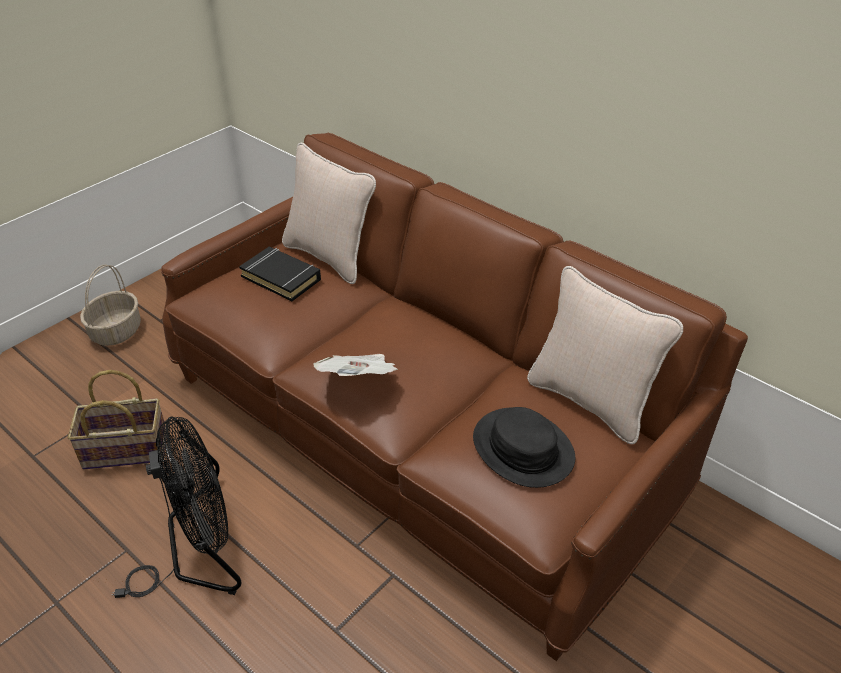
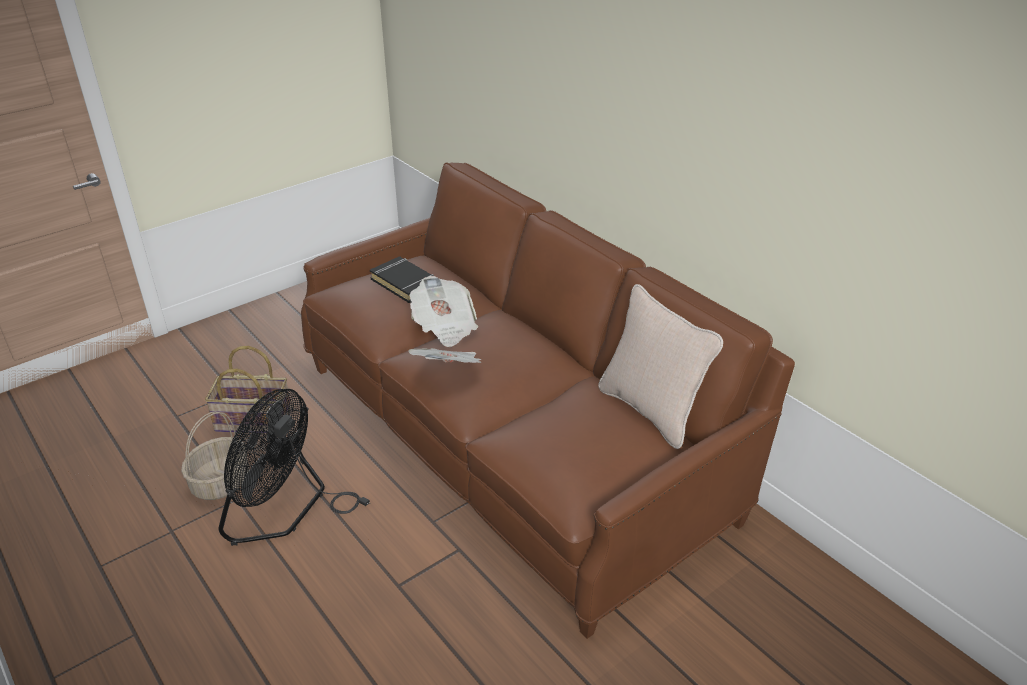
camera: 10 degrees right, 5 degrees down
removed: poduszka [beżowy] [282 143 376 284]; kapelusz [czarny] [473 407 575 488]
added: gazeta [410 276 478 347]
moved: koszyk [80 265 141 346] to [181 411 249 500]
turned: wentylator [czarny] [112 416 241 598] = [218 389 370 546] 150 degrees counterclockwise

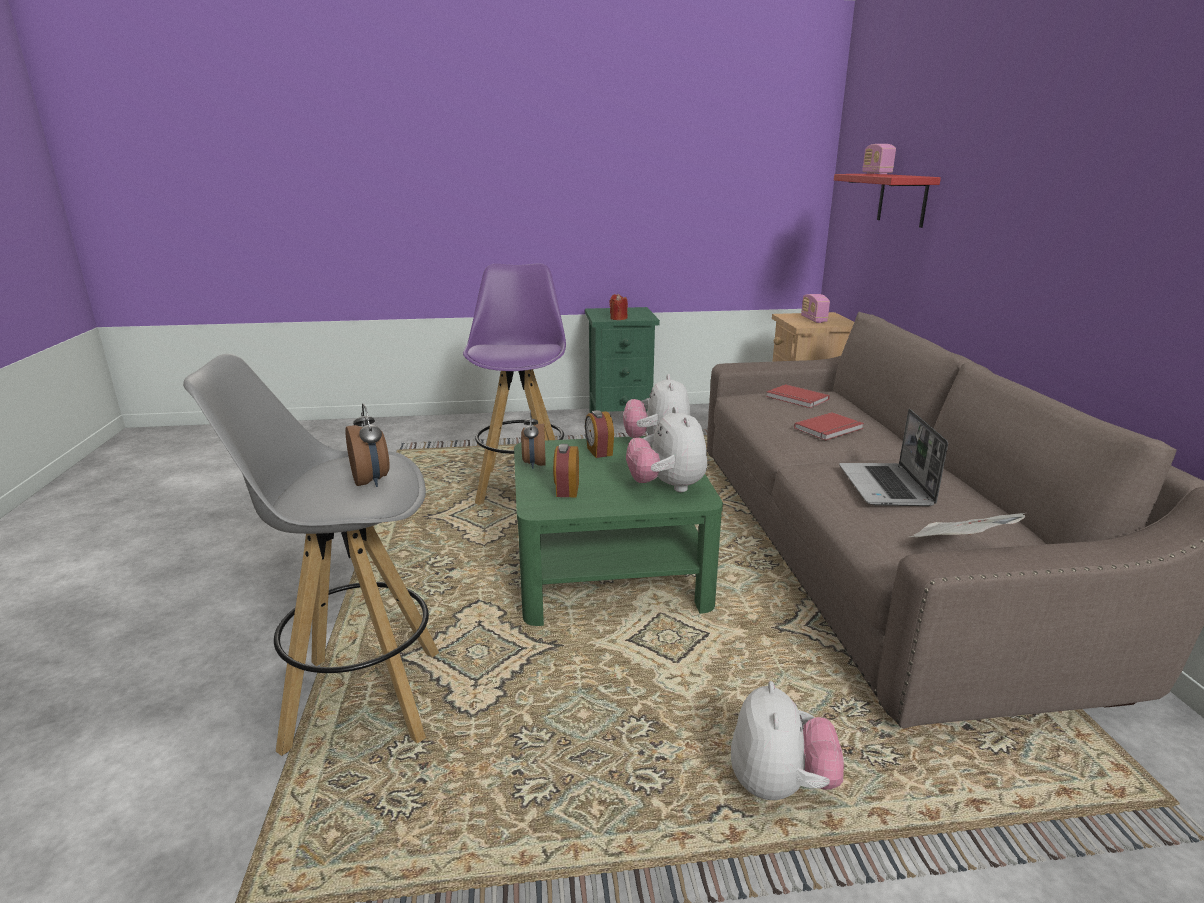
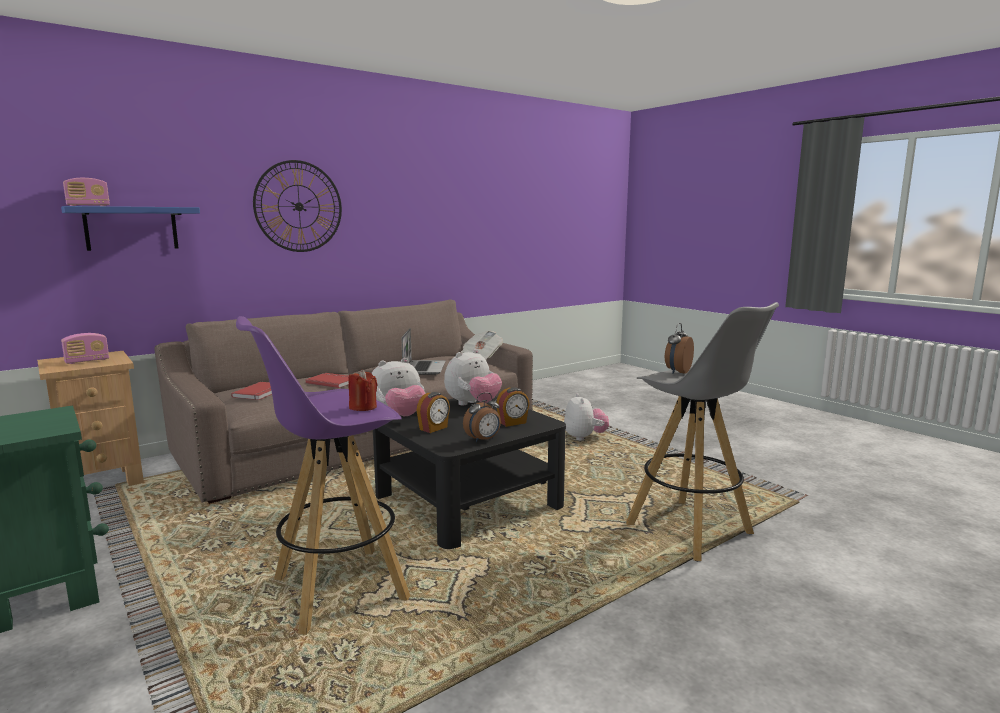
camera: 120 degrees left, 10 degrees down
added: zegar ścienny [253 160 342 252]
moved: świeca [czerwony] [609 294 628 320] to [348 369 378 411]
recoloured: ława [zielony] [514 436 723 626] to ława [czarny] [373 397 566 549]; półka [czerwony] [834 174 941 228] to półka [niebieski] [61 206 200 251]
turned: pluszak [731 681 844 800] = [564 393 609 440] 105 degrees clockwise; laptop [839 409 948 506] = [402 328 446 375] 60 degrees counterclockwise

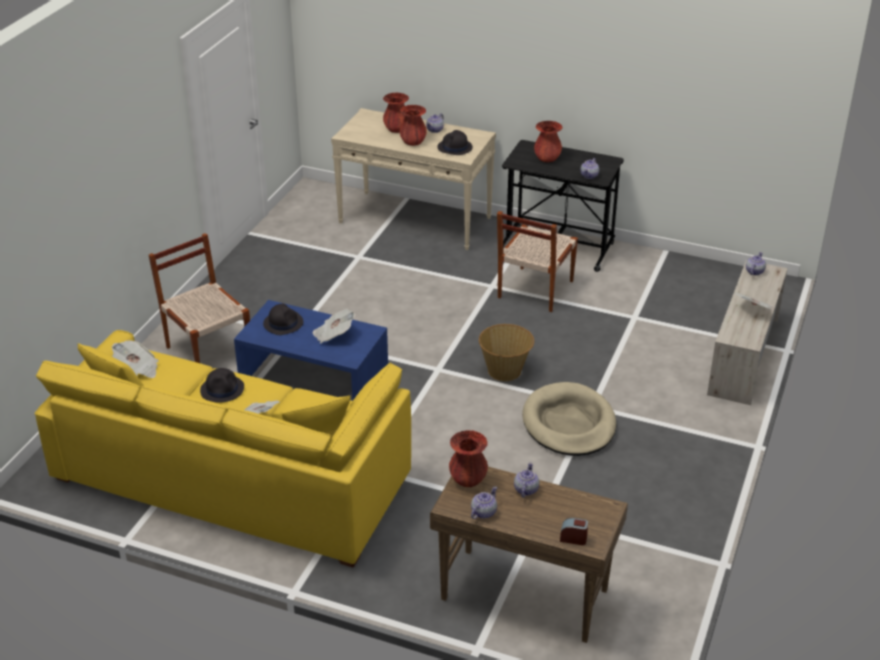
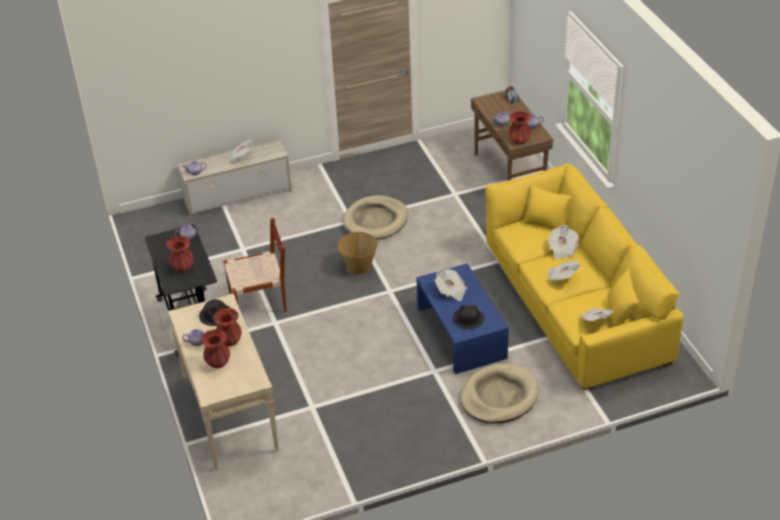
camera: 130 degrees left, 5 degrees up
replaced: krzesło [149 233 250 363] to legowisko [beżowy] [460 363 539 423]; kapelusz [czarny] [200 368 244 403] to gazeta [548 260 580 281]

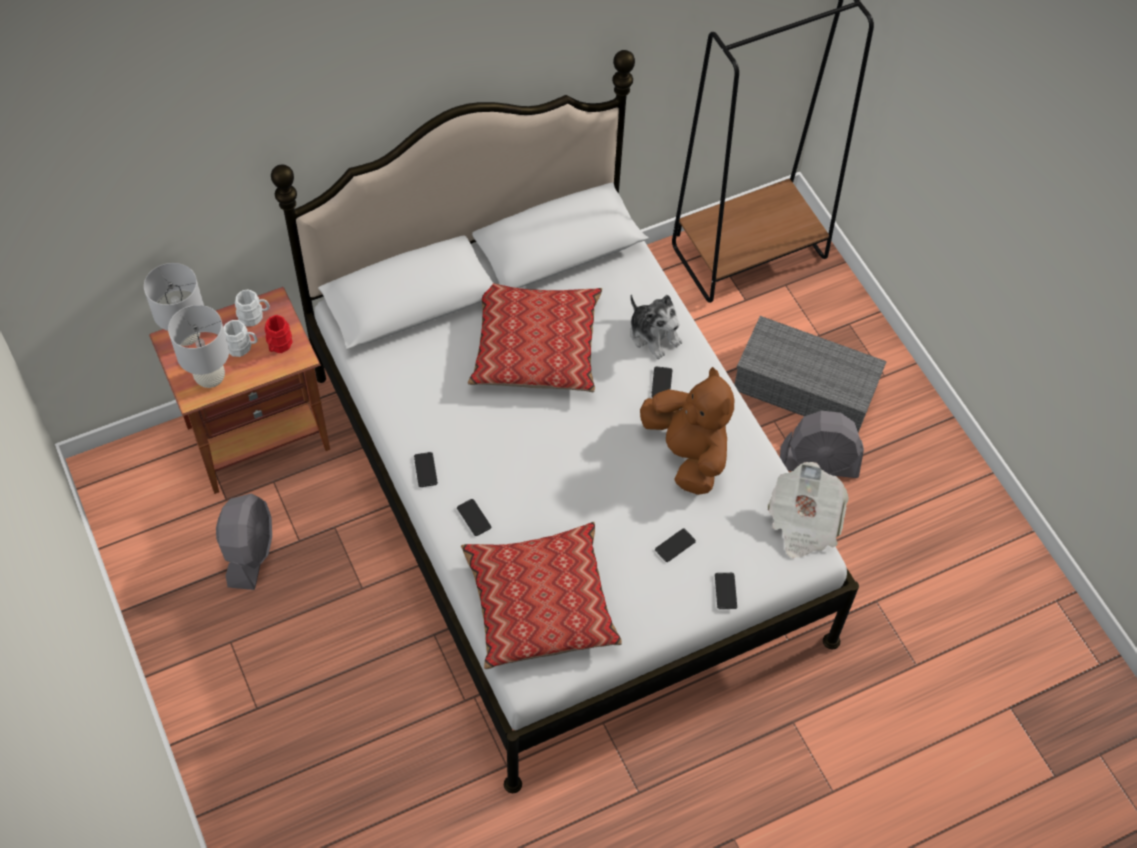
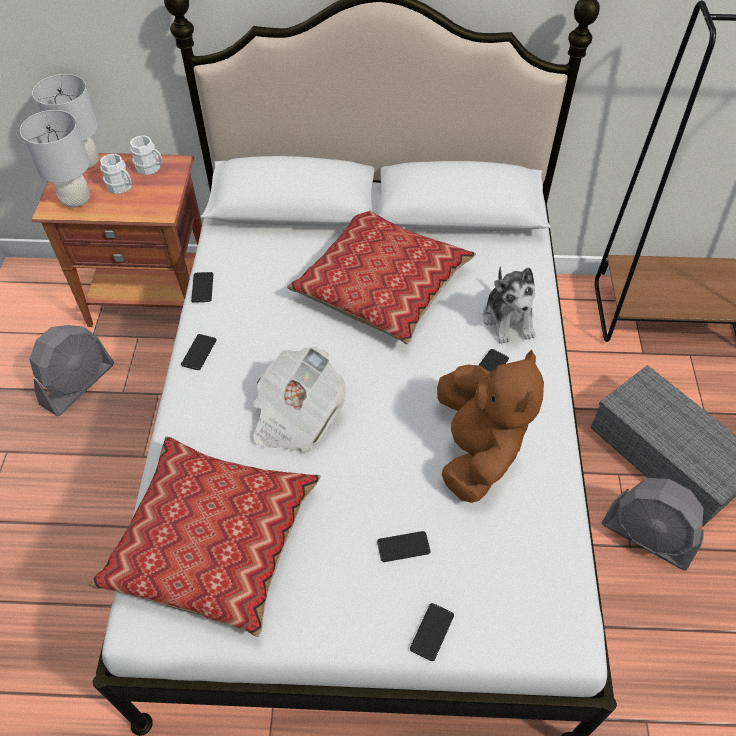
camera: 30 degrees right, 5 degrees down
removed: kubek [czerwony] [265 315 292 353]
moved: telefon [457 499 491 536] to [191 272 213 303]; gazeta [767 462 849 558] to [253 347 346 453]

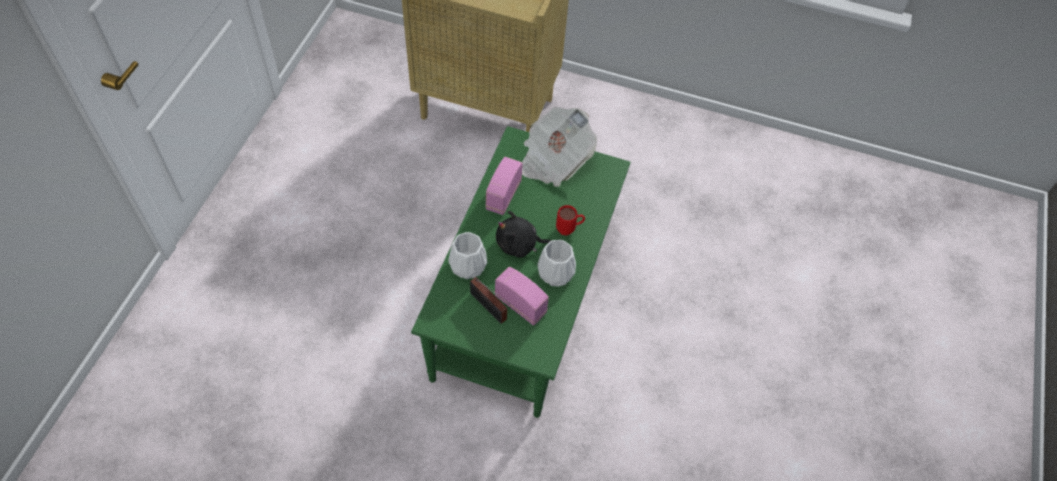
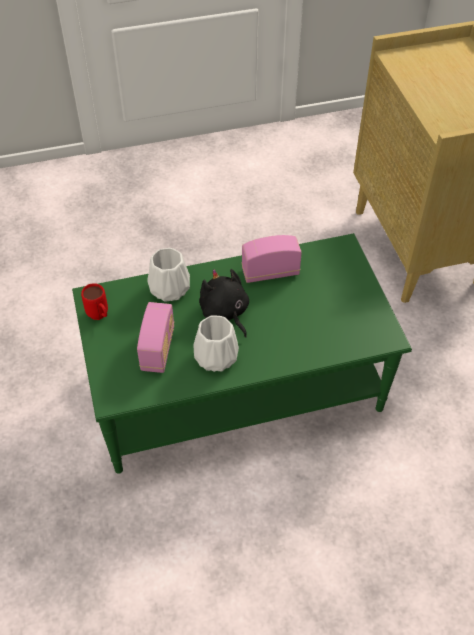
camera: 60 degrees right, 5 degrees down
removed: radio [470 277 510 324]; gazeta [522 107 597 187]
moved: kubek [czerwony] [556 205 585 236] to [81 283 108 320]

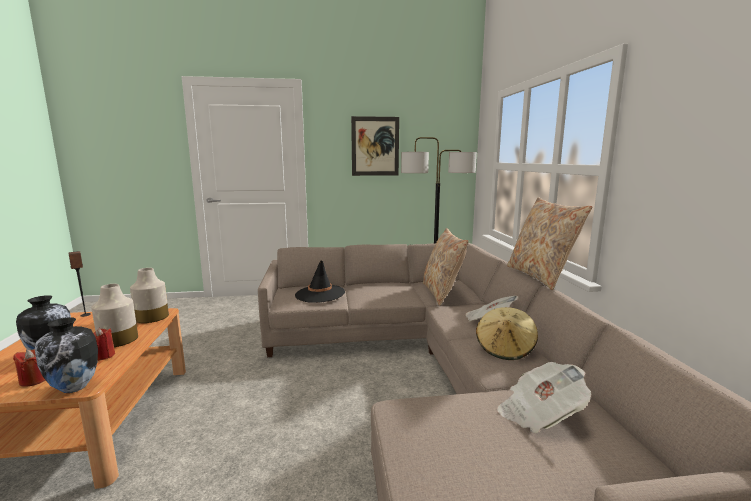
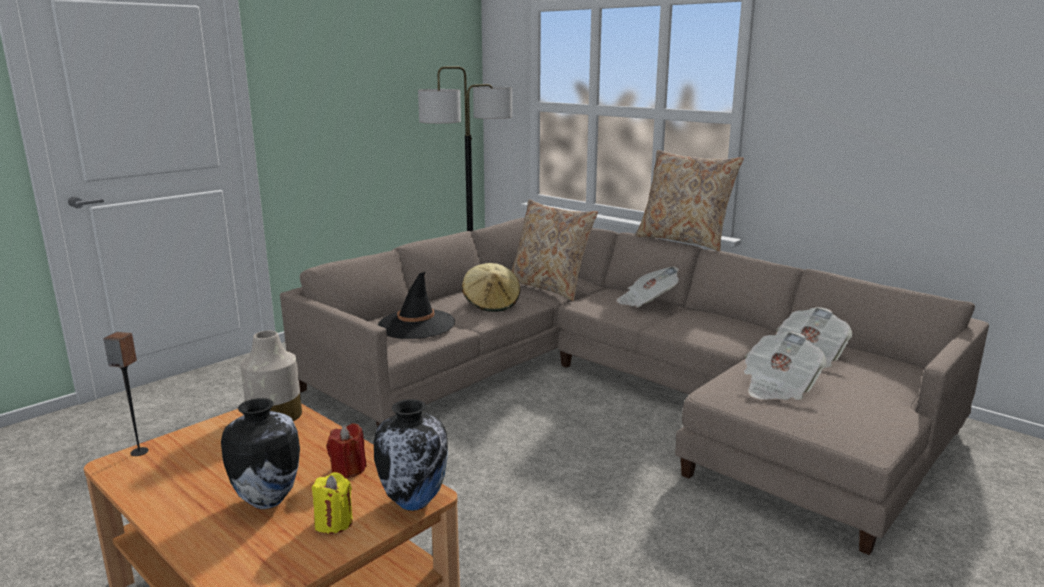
camera: 40 degrees left, 5 degrees up
removed: wazon [beżowy] [91 284 138 347]; obraz [351 116 399 176]
added: gazeta [744 332 827 400]
moved: kapelusz [beżowy] [476 307 538 360] to [462 263 520 312]
recoloured: świeca [czerwony] [13 350 46 387] to świeca [żółty] [312 472 353 534]

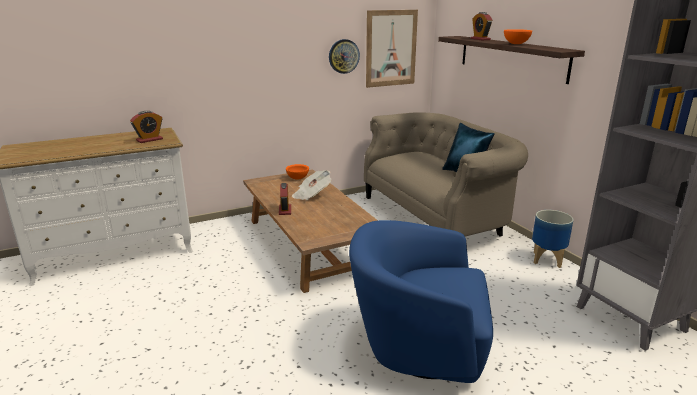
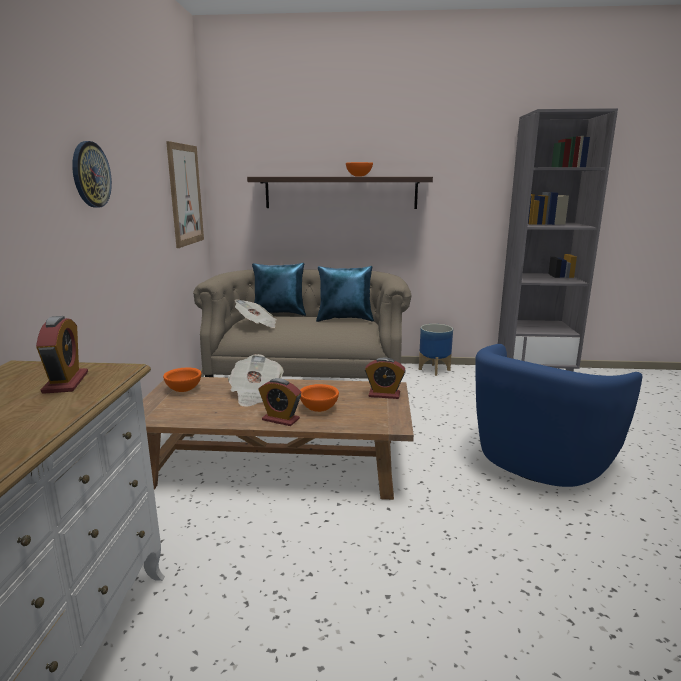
camera: 60 degrees left, 5 degrees down
added: gazeta [235 299 277 328]; poduszka [niebieski] [252 263 306 316]; miska [pomarańczowy] [300 384 339 412]
moved: zegar ścienny [329 39 360 74] to [72 141 112 208]; budzik [470 12 492 40] to [365 357 406 399]

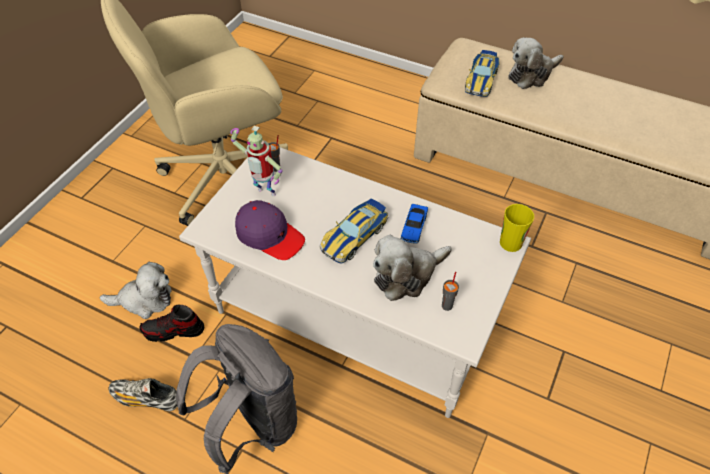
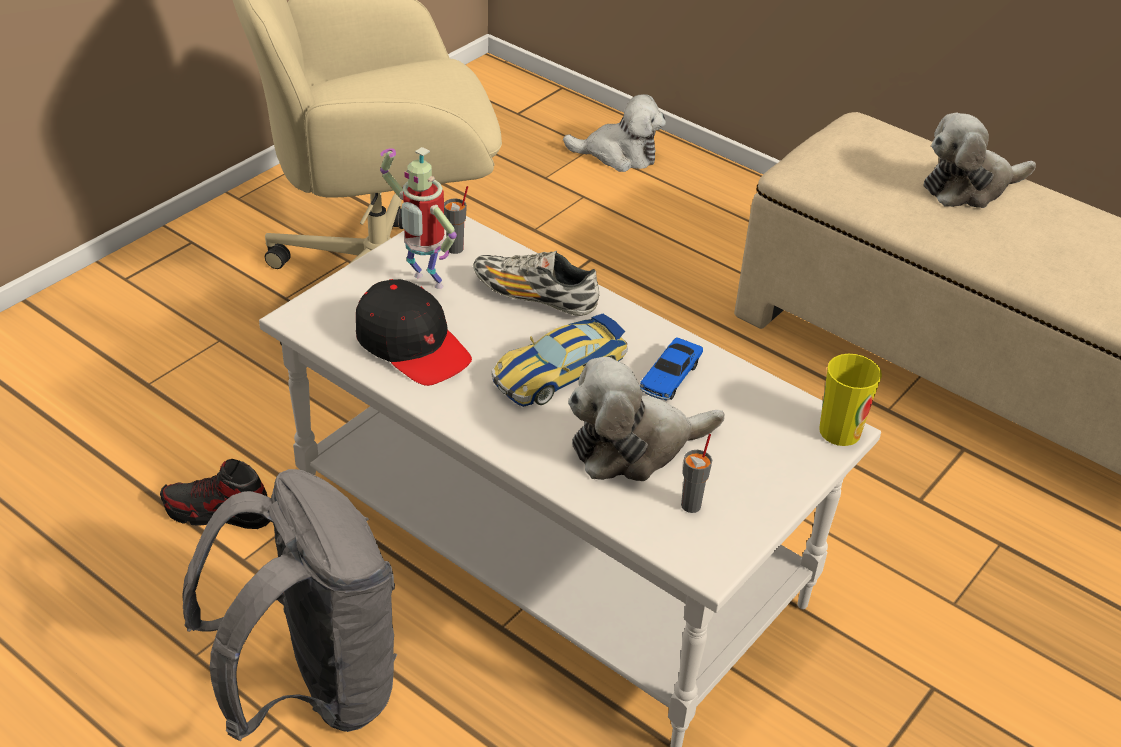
camera: 10 degrees right, 10 degrees down
removed: samochodzik [465 50 500 97]
moved: pluszak [100 262 172 319] to [563 94 666 172]; but [109 378 177 411] to [473 251 599 316]
recoloured: czapka z daszkiem [fioletowy] [235 200 305 260] to czapka z daszkiem [czarny] [356 279 472 386]

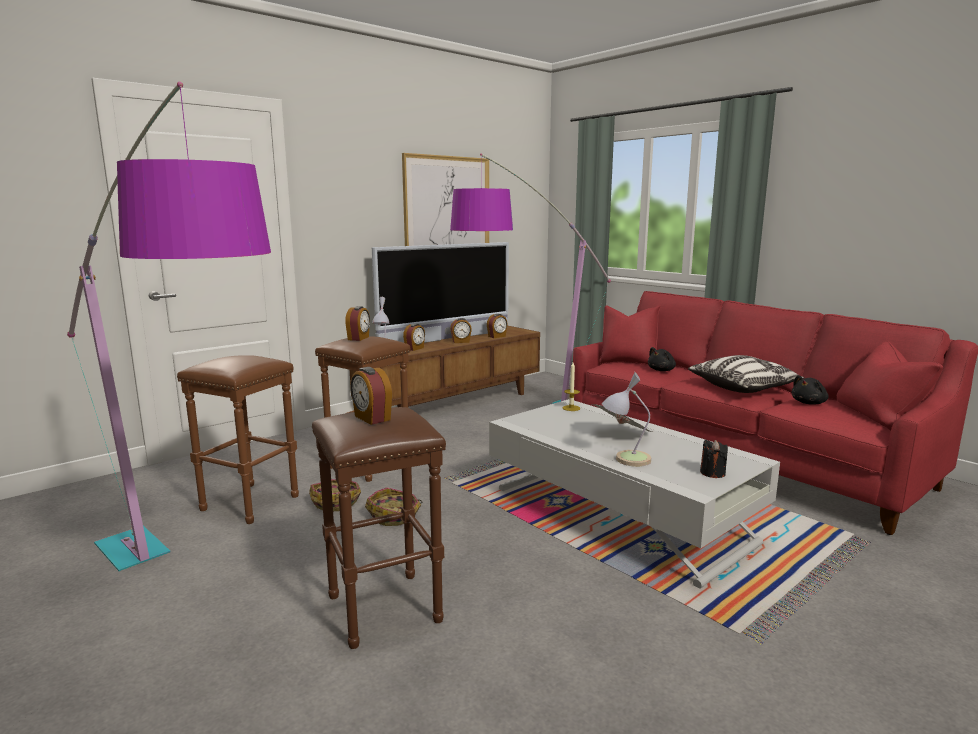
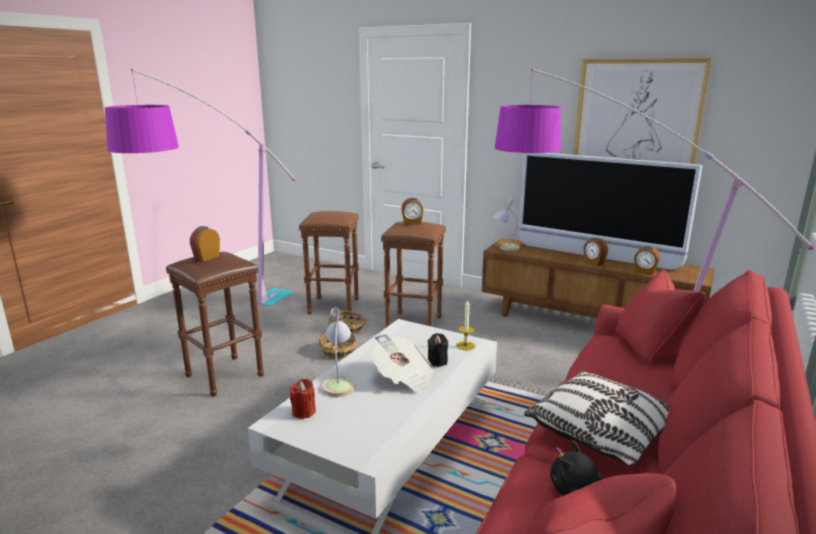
camera: 70 degrees right, 5 degrees up
removed: budzik [403 324 425 351]; pluszak [czarny] [648 347 676 371]
added: świeca [czerwony] [290 379 316 419]
moved: świeca [czarny] [700 440 728 478] to [428 333 448 367]

